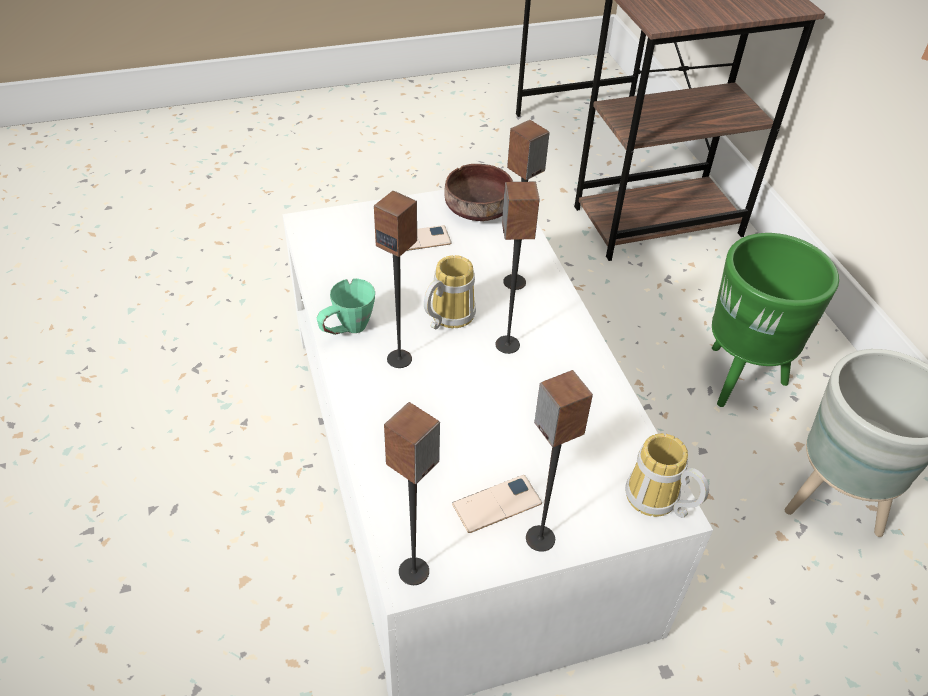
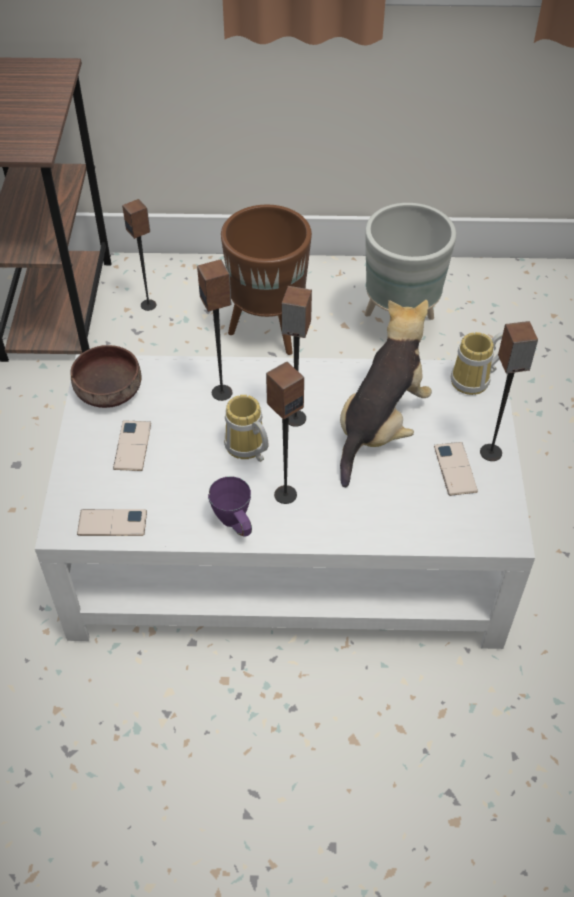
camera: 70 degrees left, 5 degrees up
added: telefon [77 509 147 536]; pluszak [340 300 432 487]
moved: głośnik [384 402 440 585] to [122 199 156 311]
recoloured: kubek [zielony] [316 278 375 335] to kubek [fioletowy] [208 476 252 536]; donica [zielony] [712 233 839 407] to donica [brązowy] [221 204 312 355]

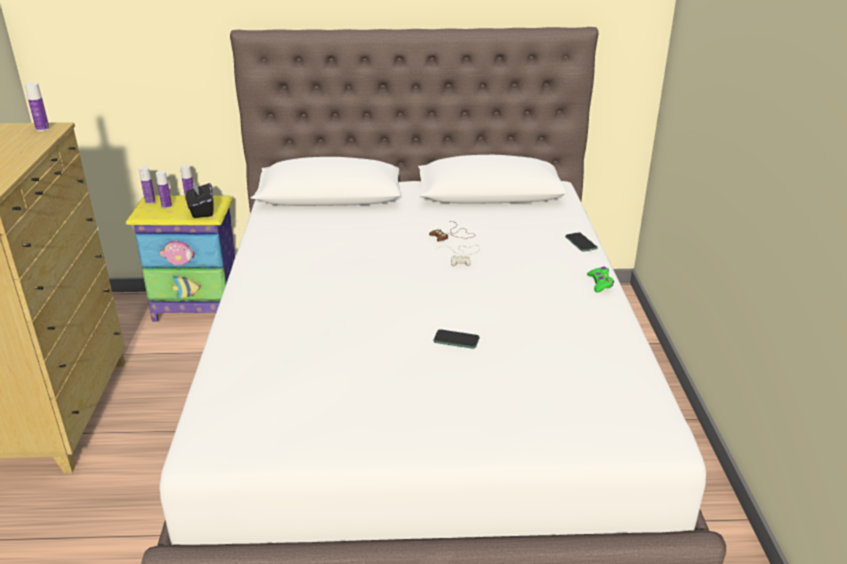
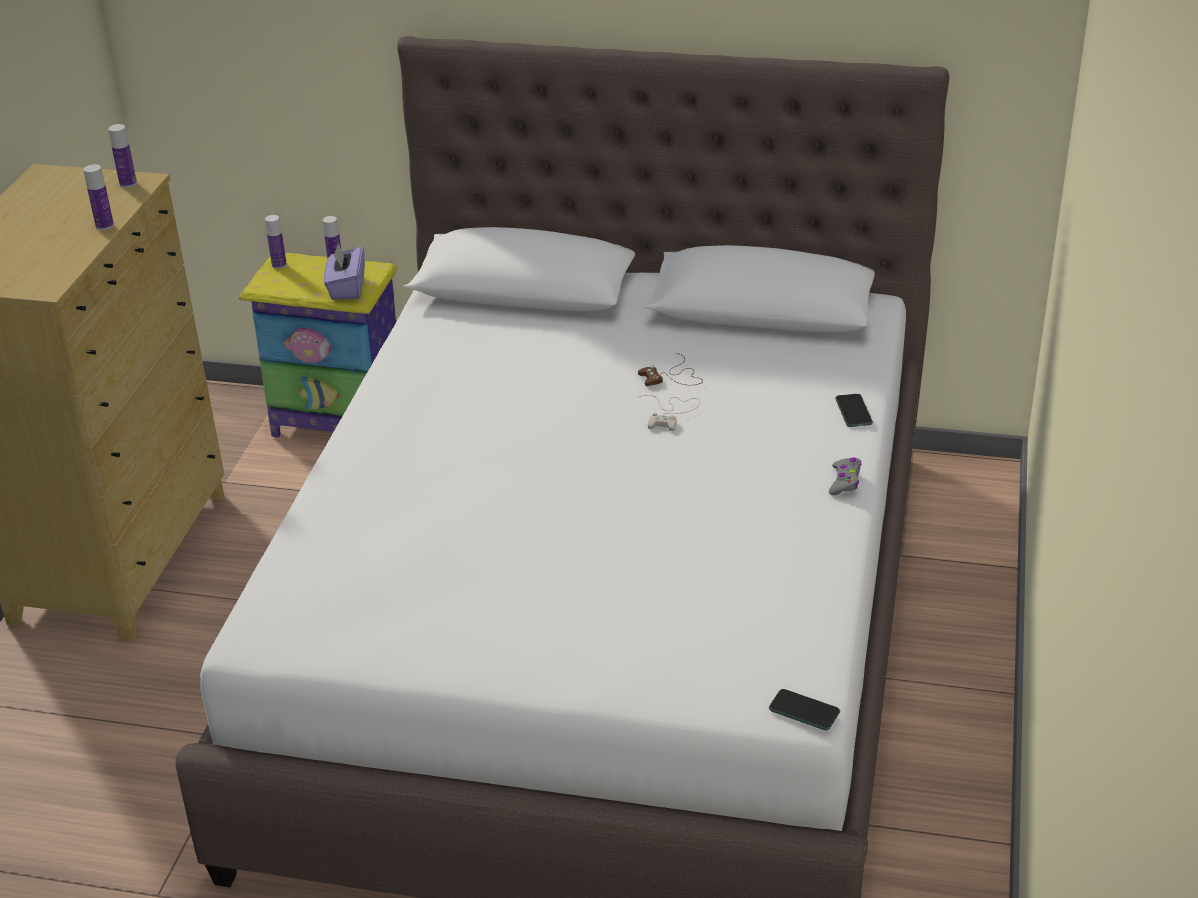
camera: 15 degrees right, 5 degrees up
moved: butelka [156 171 172 209] to [83 164 114 230]; telefon [433 329 480 349] to [769 689 840 730]
recoloured: pudełko chusteczek [czarny] [186 181 214 218] to pudełko chusteczek [fioletowy] [324 243 365 300]; pad do gier [zielony] [587 267 614 292] to pad do gier [szary] [829 458 862 495]

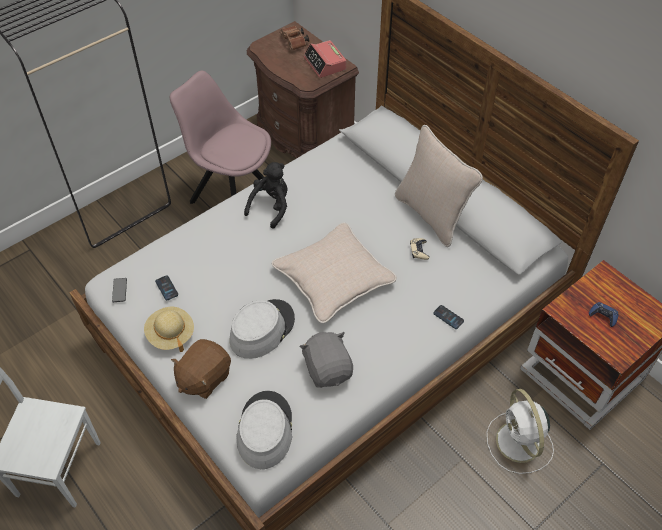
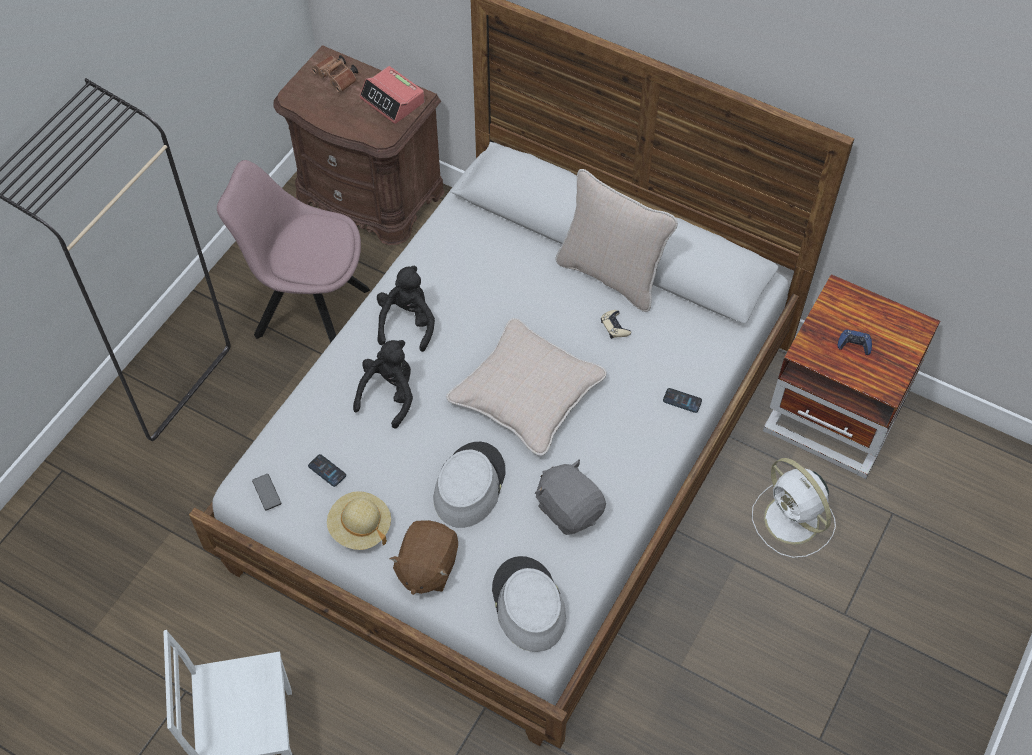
camera: 20 degrees left, 5 degrees up
added: pluszak [czarny] [353 340 413 429]

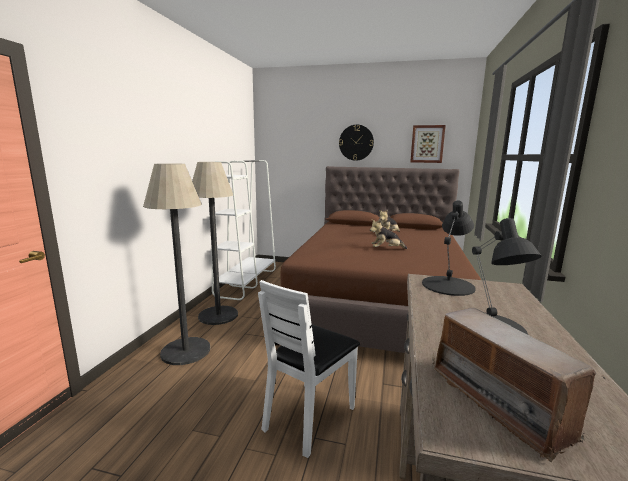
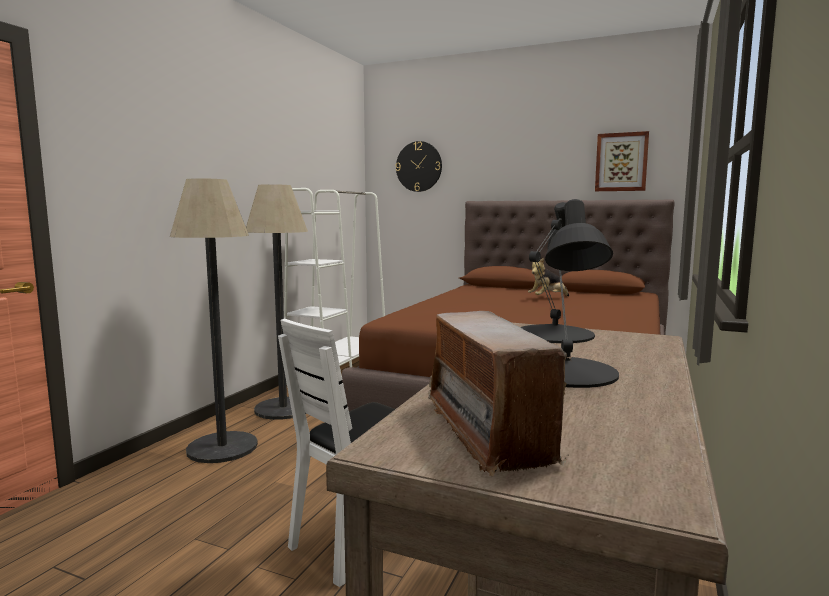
camera: 10 degrees right, 5 degrees down
removed: pluszak [370 219 407 249]
moved: zegar ścienny [339 125 374 161] to [396 141 442 192]

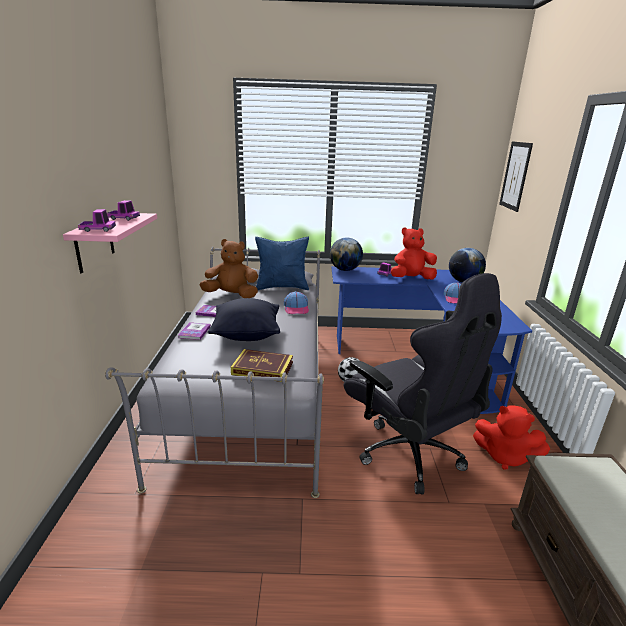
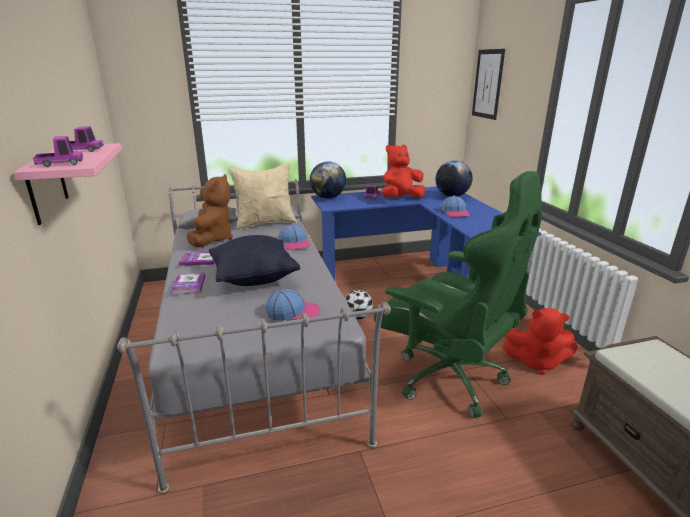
camera: 15 degrees left, 0 degrees up
replaced: książka [231 349 293 382] to czapka z daszkiem [266 289 320 320]
recoloured: poduszka [niebieski] [255 237 309 290] to poduszka [beżowy] [229 163 297 230]; krzesło biurowe [czarny] [344 273 502 495] to krzesło biurowe [zielony] [374 171 542 418]
turned: pluszak [brązowy] [199 239 258 298] = [187 174 233 247] 105 degrees clockwise

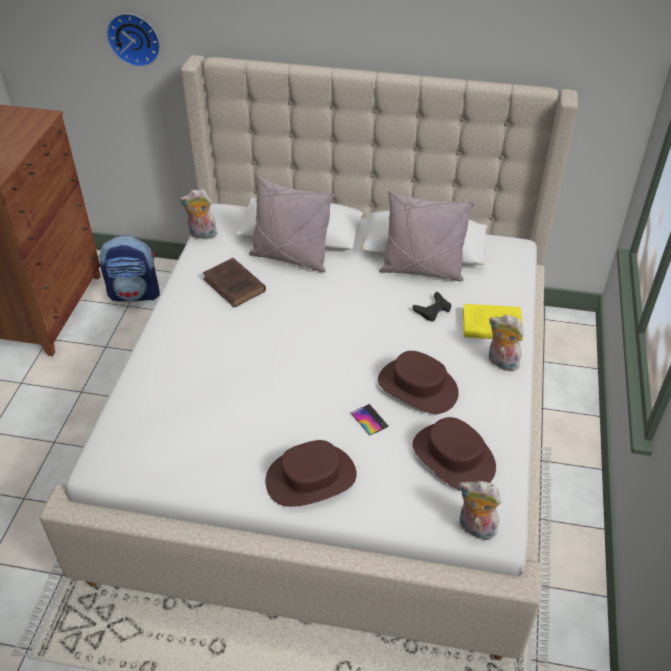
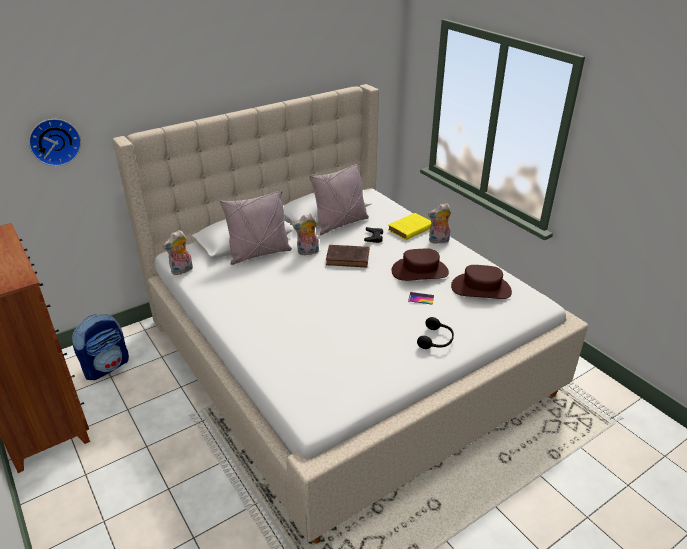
camera: 45 degrees left, 10 degrees down
moved: książka [brązowy] [203 258 266 308] to [326 245 369 268]; pluszak [459 481 502 542] to [292 213 319 256]
replaced: kapelusz [brązowy] [265 440 357 507] to słuchawki [czarny] [417 317 454 349]

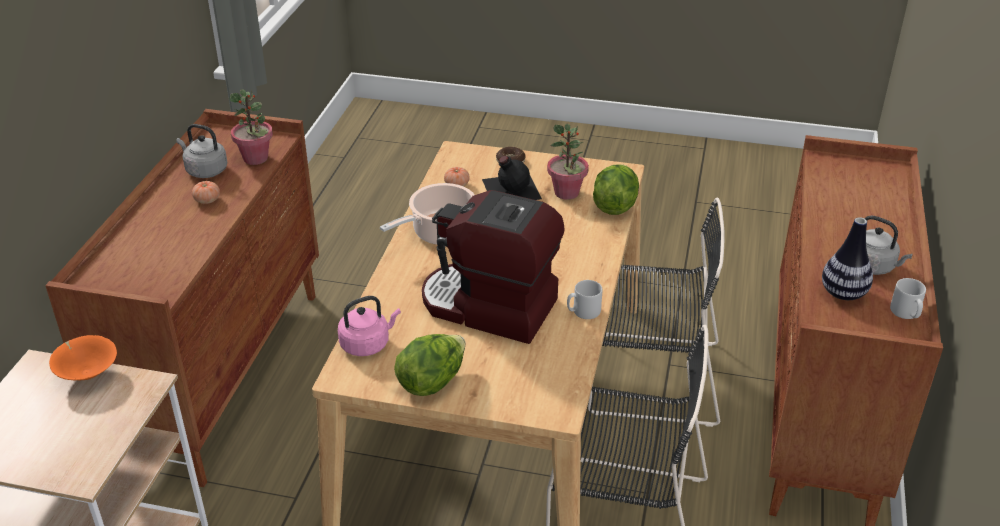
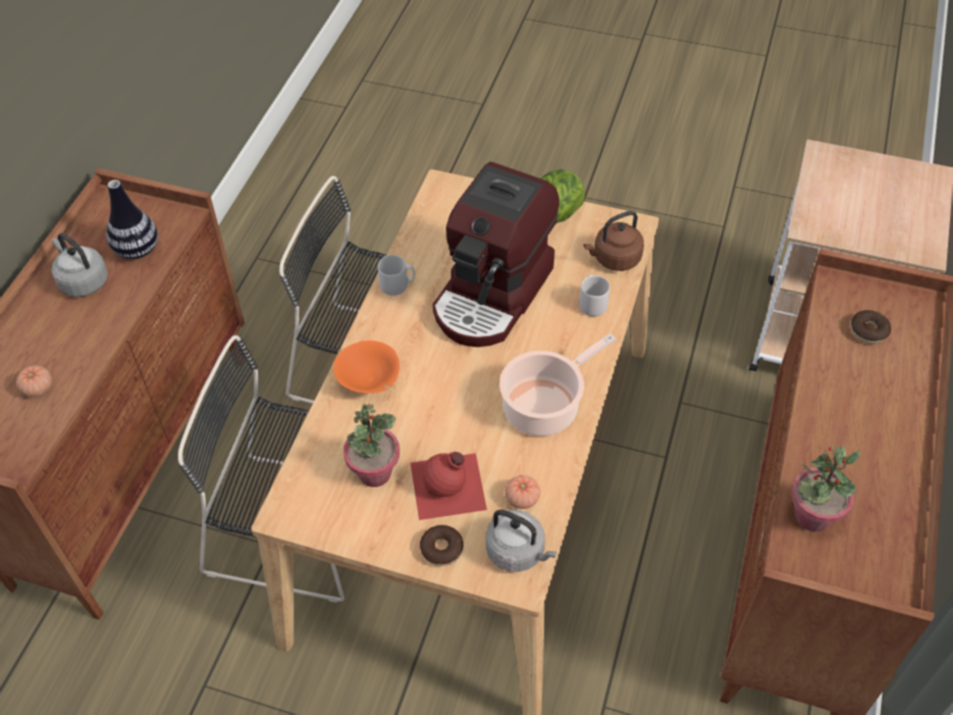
camera: 175 degrees left, 15 degrees up
removed: sałata [593 165 639 215]
added: donut [850 310 891 344]
moved: miska [pomarańczowy] [49 335 117 380] to [333 340 400 393]; czajnik [szary] [176 124 227 178] to [486 510 557 572]; pomidor [192 181 220 204] to [16 365 52 397]; kubek [szary] [890 278 926 319] to [579 275 610 317]
recoloured: czajnik [różowy] [338 296 401 356] to czajnik [brązowy] [583 211 644 271]; butelka [czarny] [482 156 542 200] to butelka [czerwony] [410 452 487 520]
turned: ekspres do kawy [422 190 565 344] = [432 162 559 347] 90 degrees clockwise

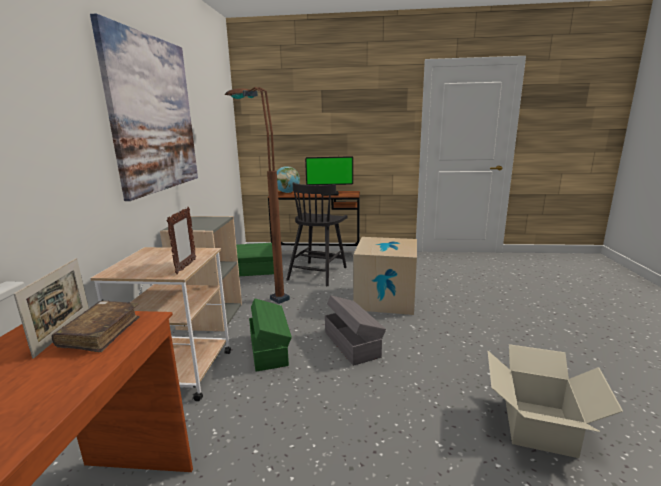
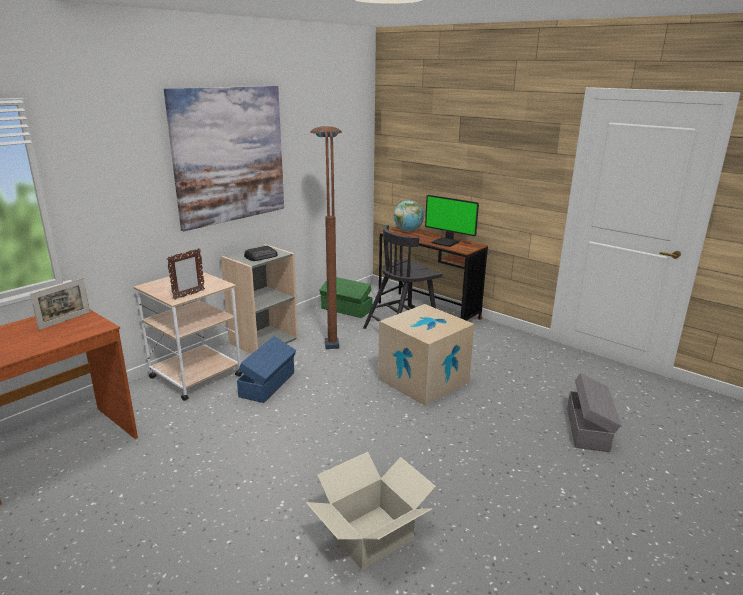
camera: 35 degrees right, 5 degrees up
removed: książka [brązowy] [52 301 140 352]
added: radio [244 246 278 261]
moved: pojemnik do przechowywania [szary] [325 295 386 366] to [567 373 621 452]
recoloured: pojemnik do przechowywania [zielony] [249 298 292 372] to pojemnik do przechowywania [niebieski] [237 336 297 403]

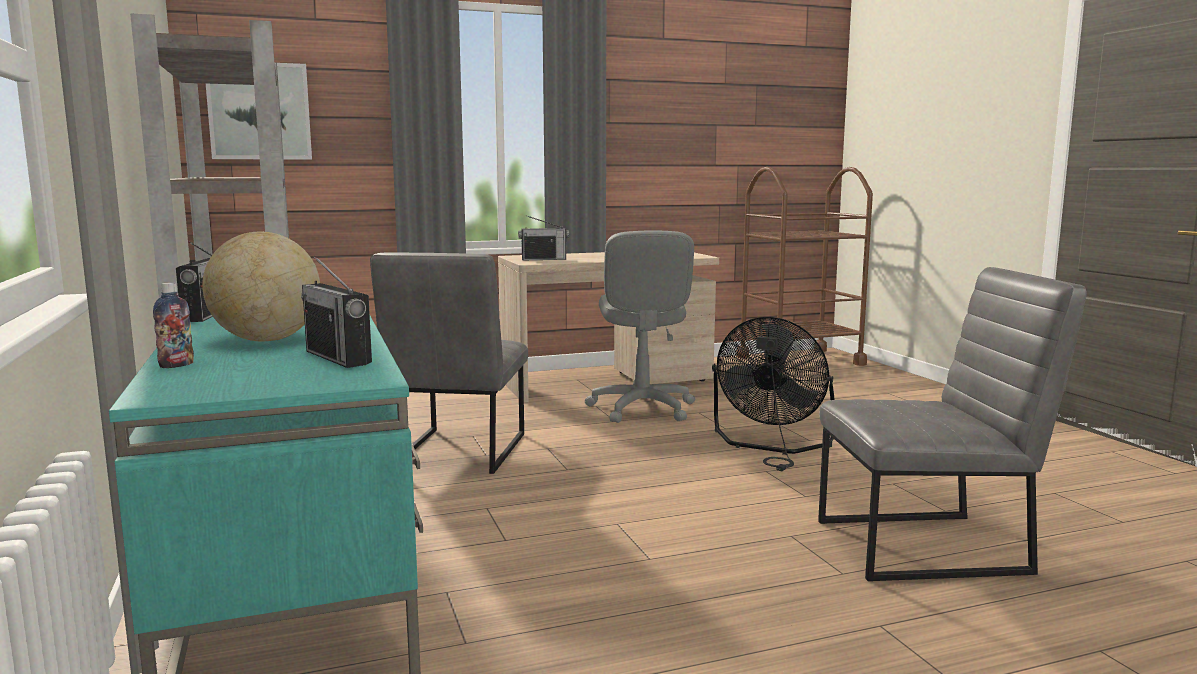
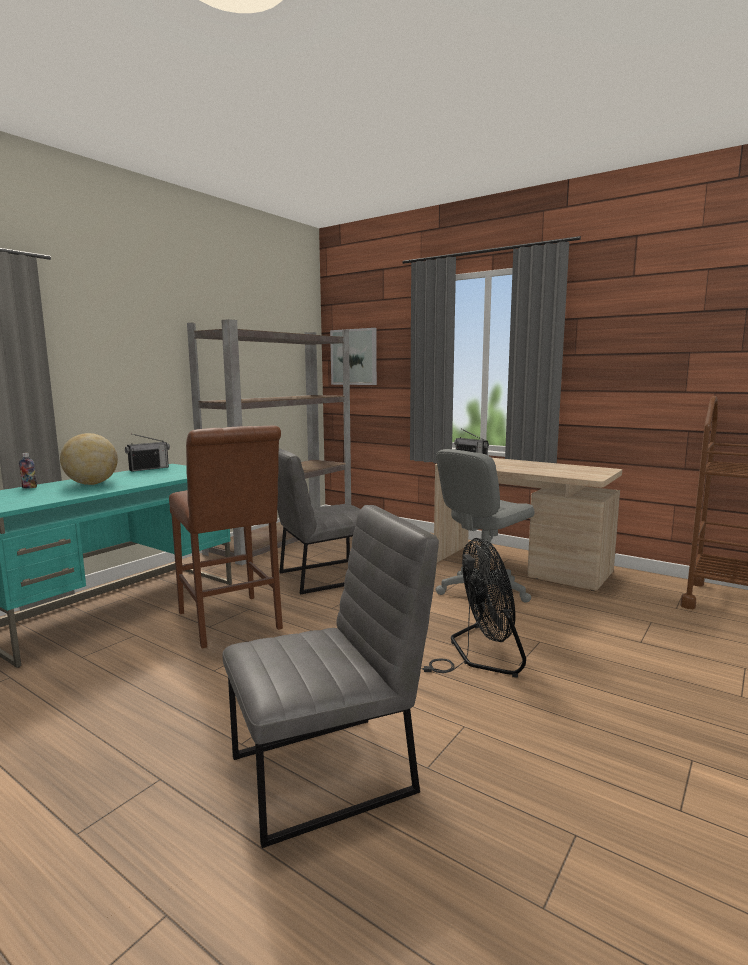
camera: 55 degrees right, 0 degrees up
removed: radio [301 256 372 368]
added: stołek [brązowy] [169 426 283 648]
turned: krzesło [szary] [818 267 1087 581] = [223 505 439 848] 75 degrees counterclockwise

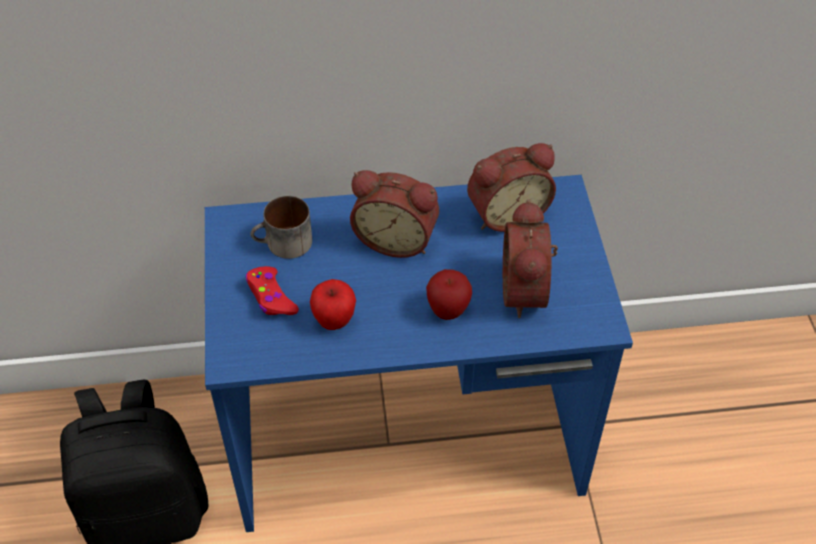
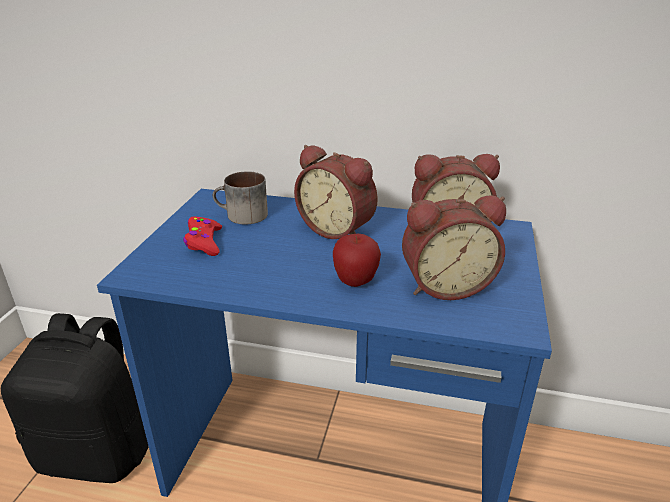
camera: 20 degrees right, 20 degrees down
removed: jabłko [310 279 356 330]
turned: budzik [503 199 558 318] = [402 195 506 300] 120 degrees counterclockwise

